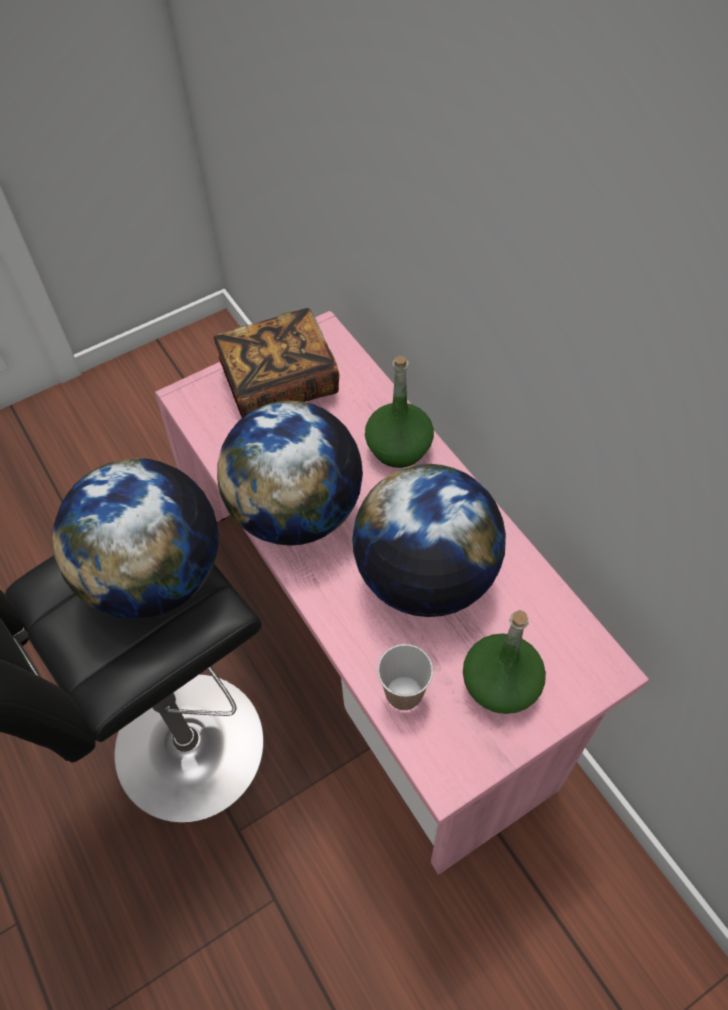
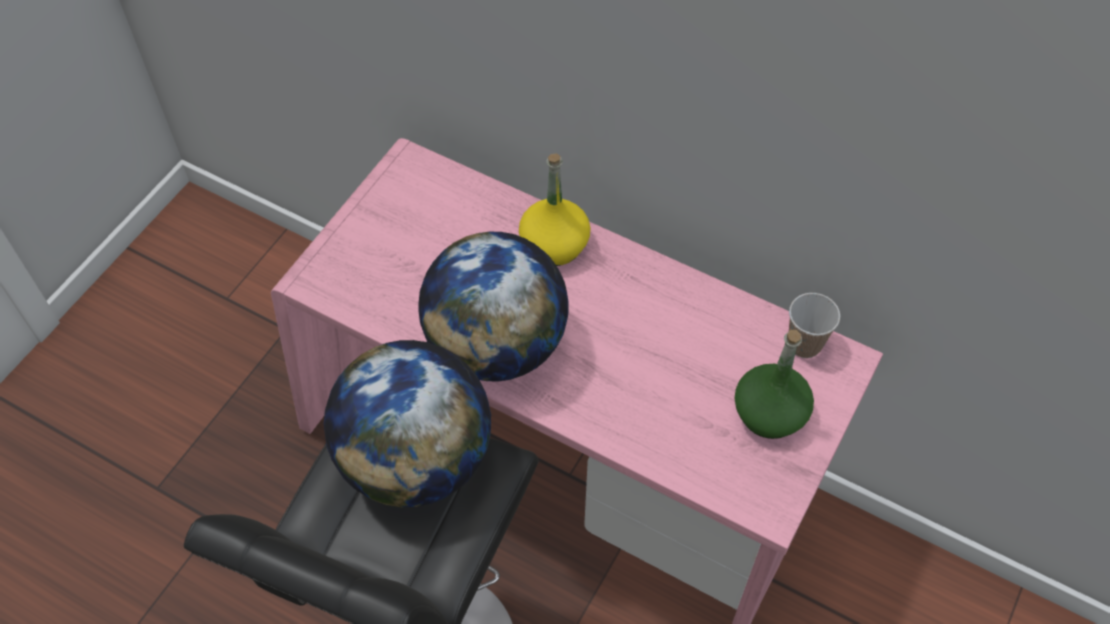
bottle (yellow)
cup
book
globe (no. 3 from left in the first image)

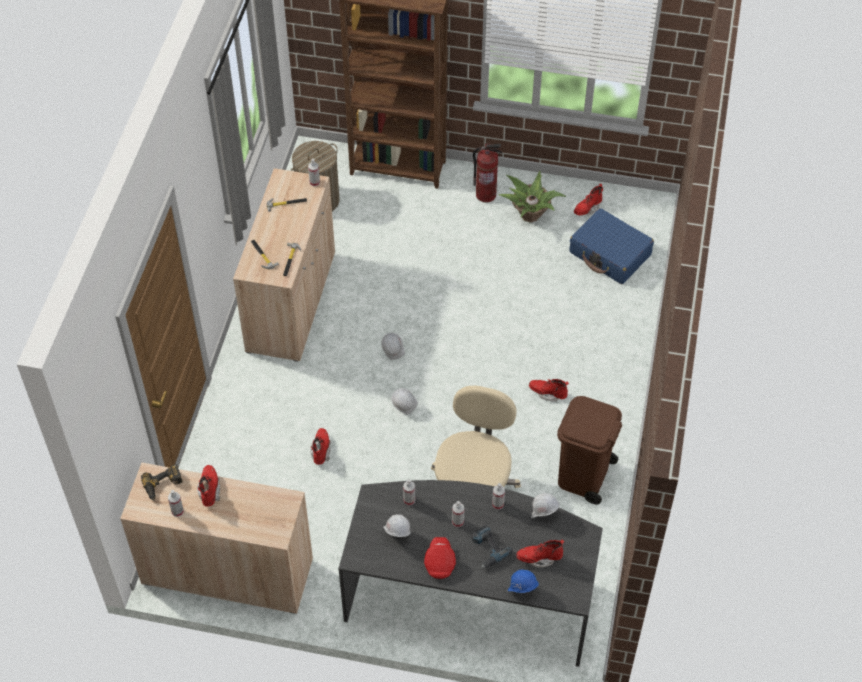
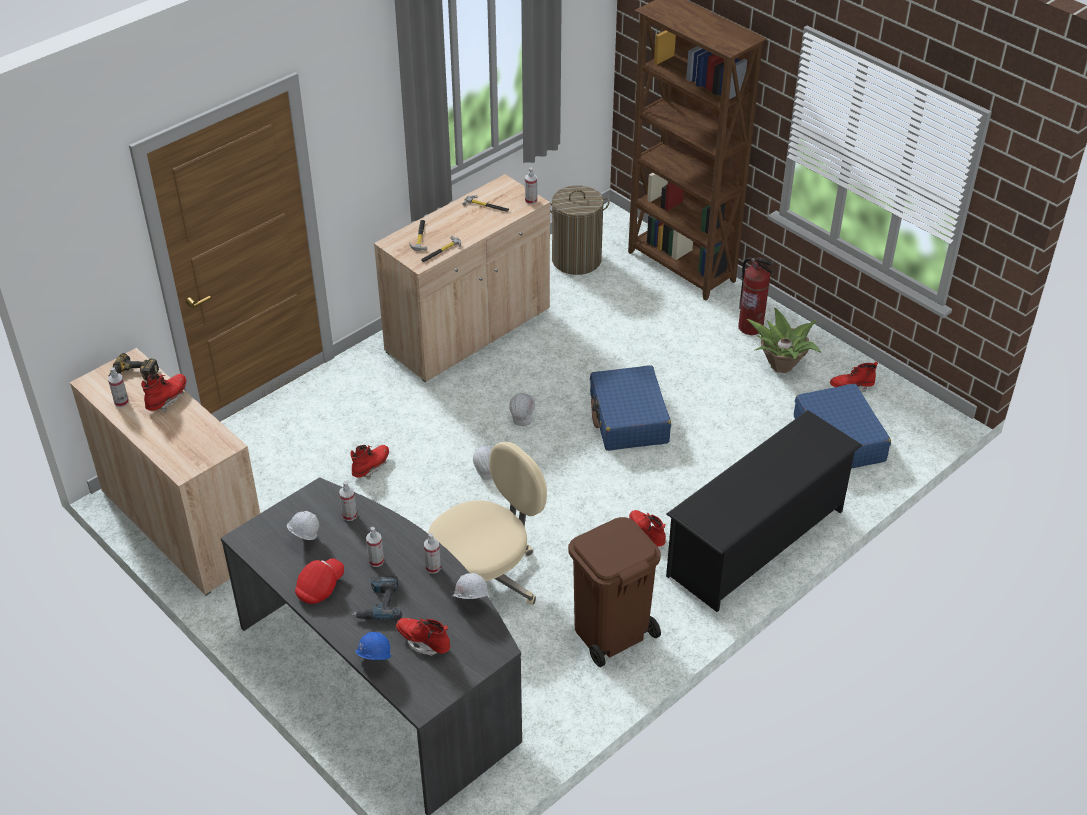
suitcase (blue) (no. 1 from left)
shoe rack (black)

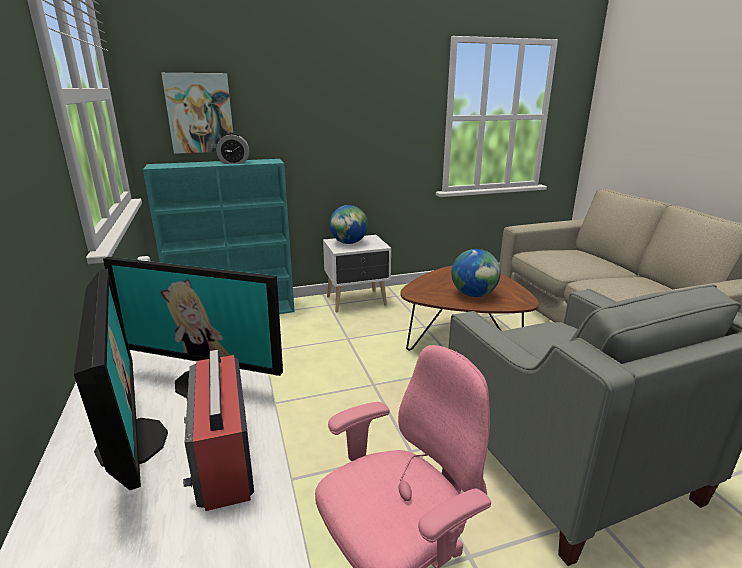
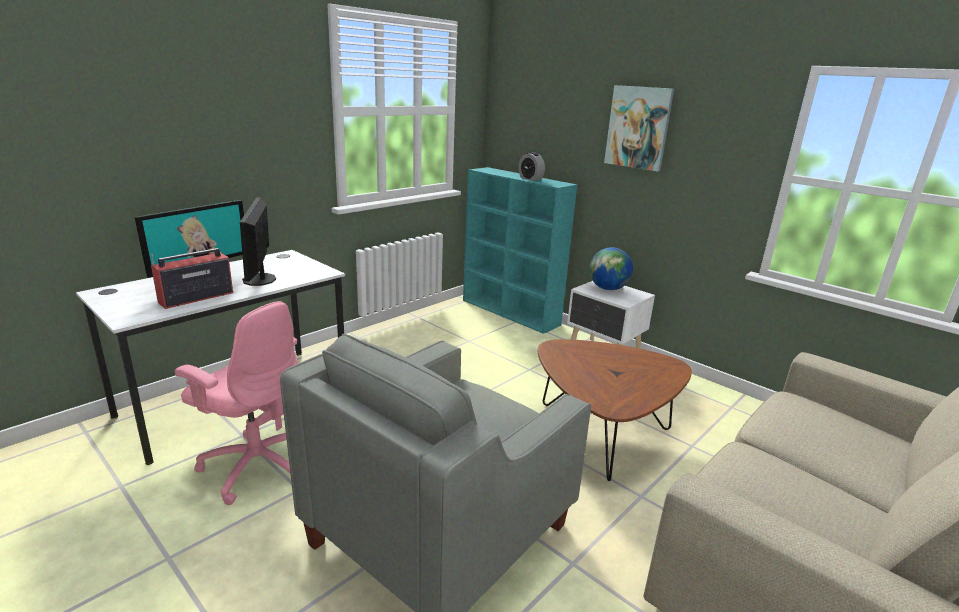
picture
globe (no. 2 from left in the first image)

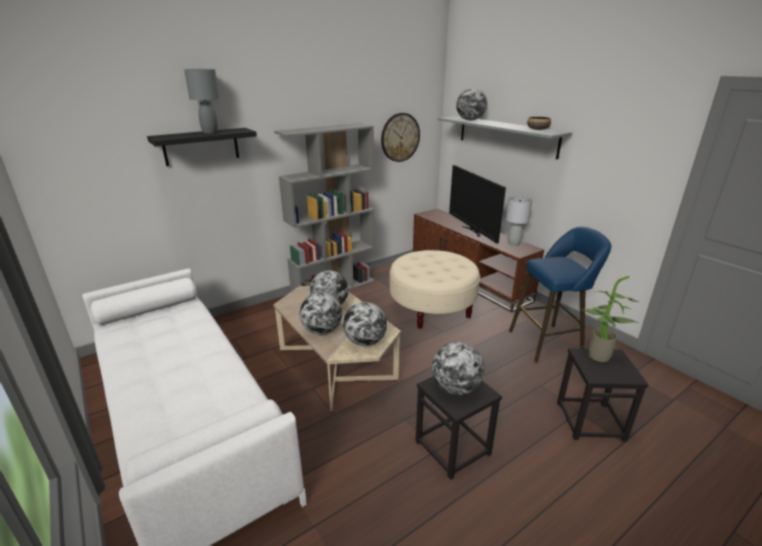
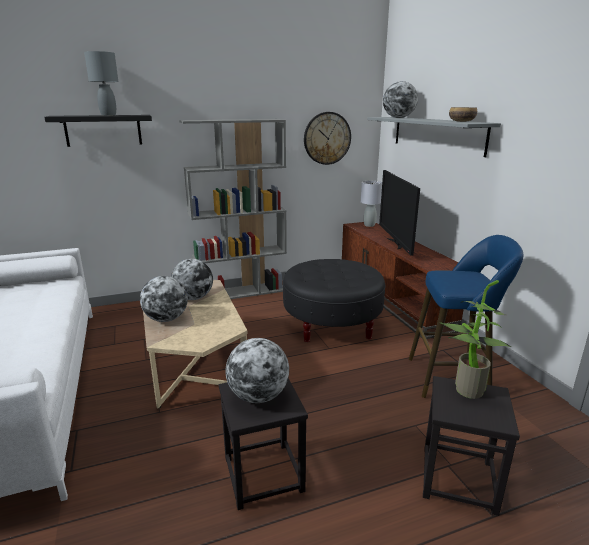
ottoman (black)
table lamp (grey) (no. 2 from left)
globe (no. 3 from left in the first image)

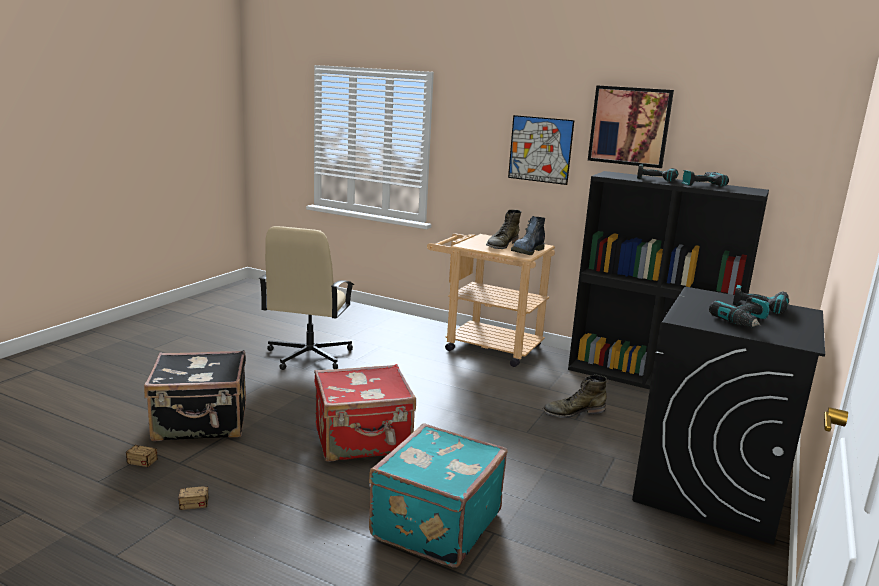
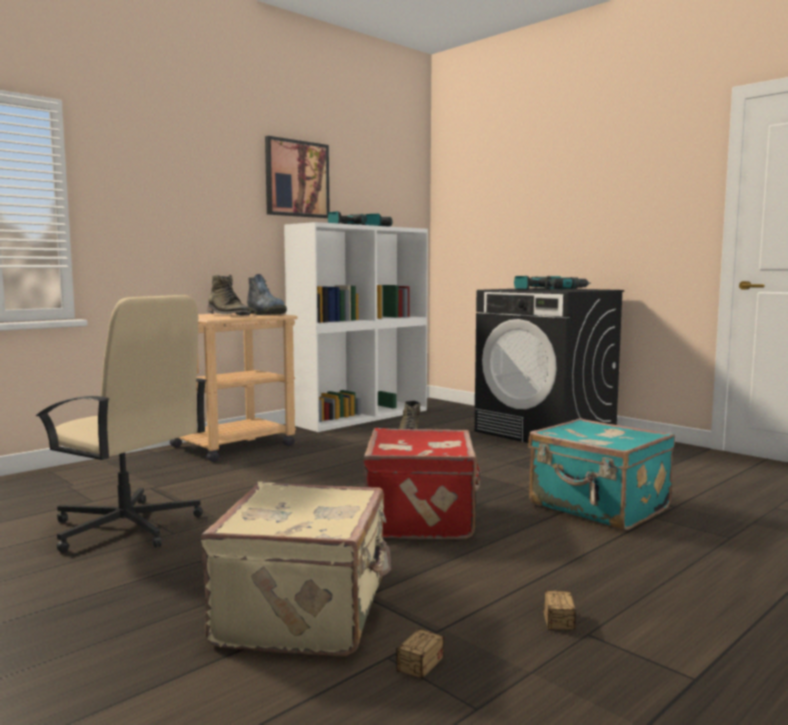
suitcase (beige)
bookcase (white)
picture (no. 1 from left in the first image)

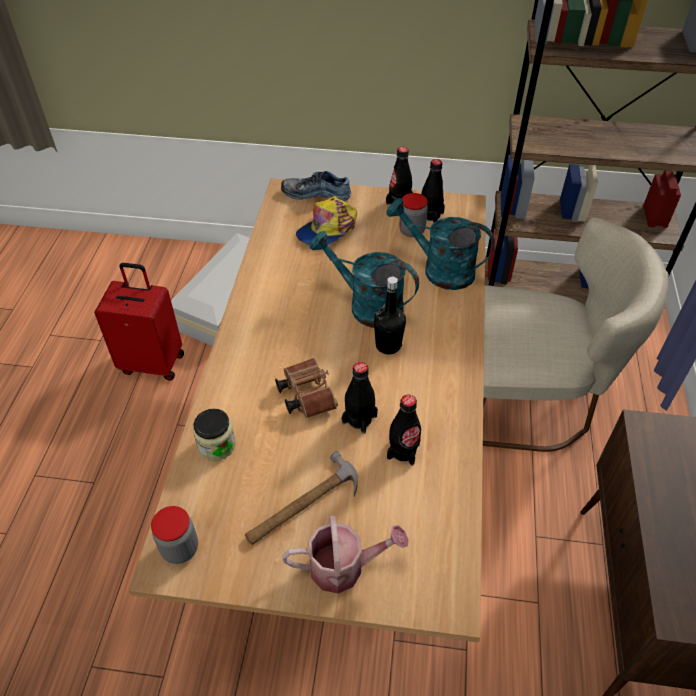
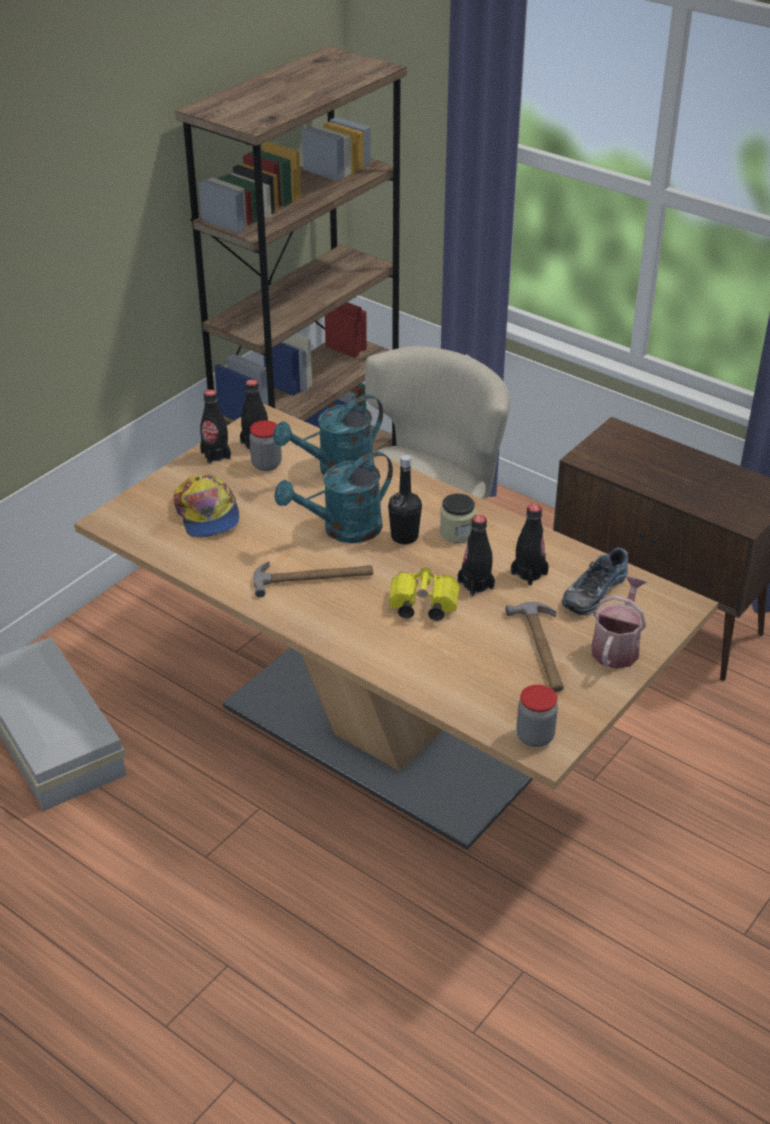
hammer (no. 1 from left)
binoculars (yellow)
jar (no. 2 from left)
shoe
suitcase (red)

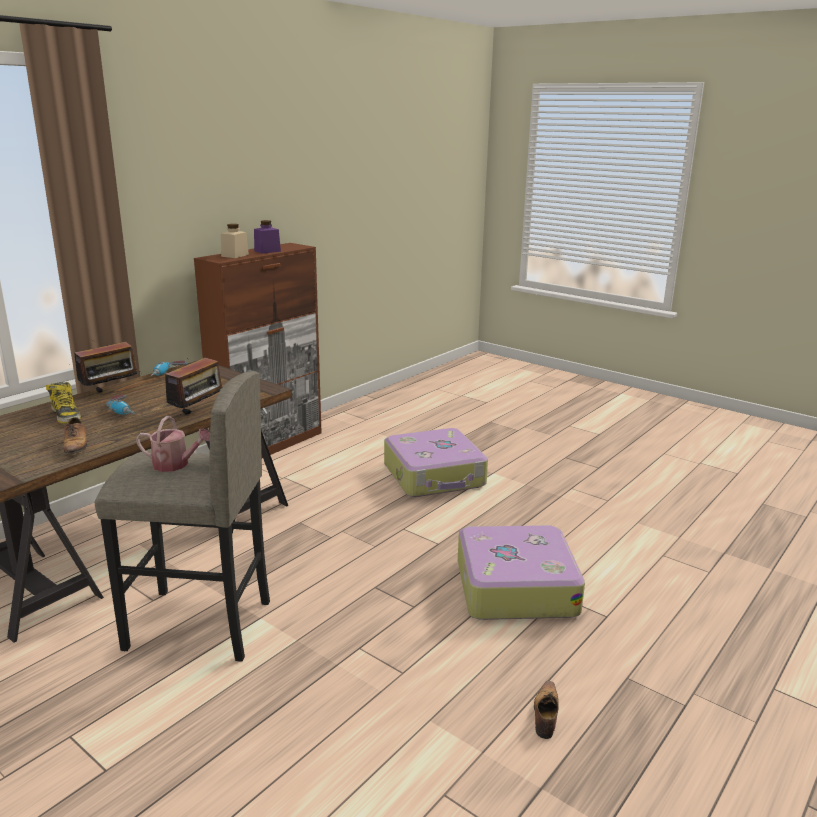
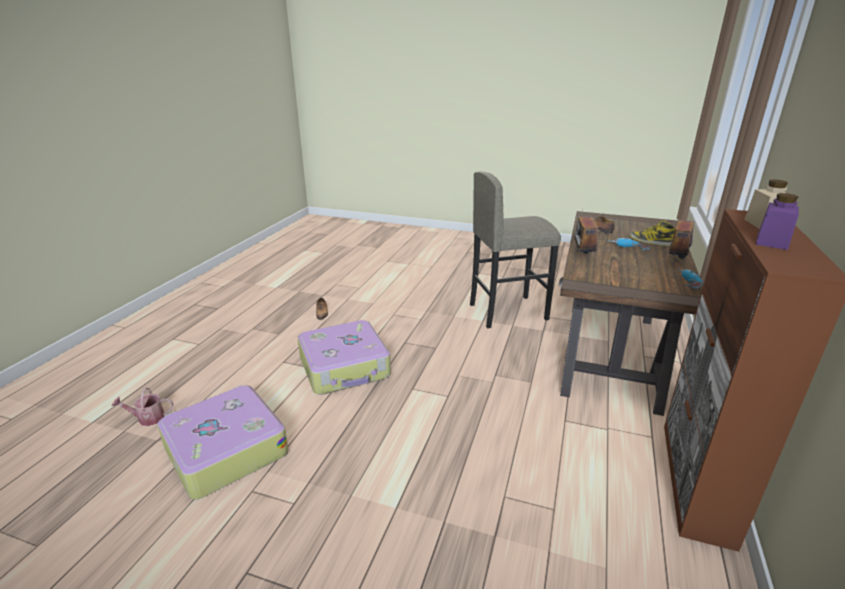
watering can
suitcase (no. 1 from left)

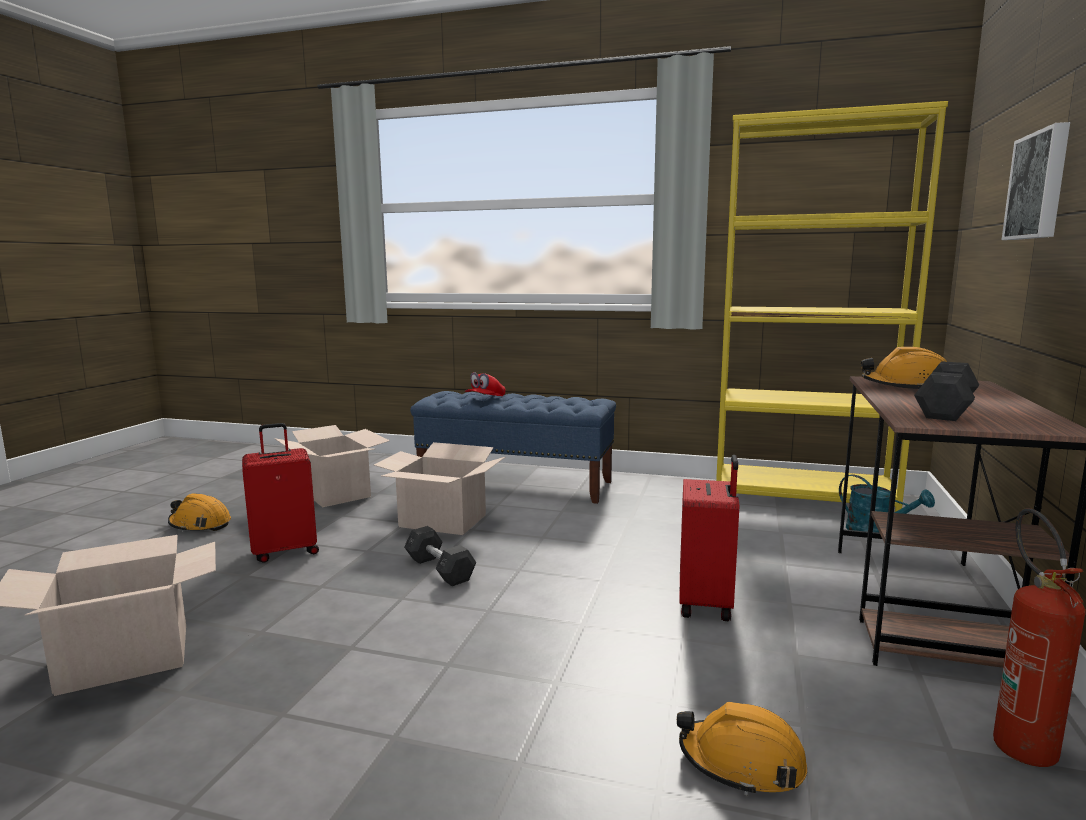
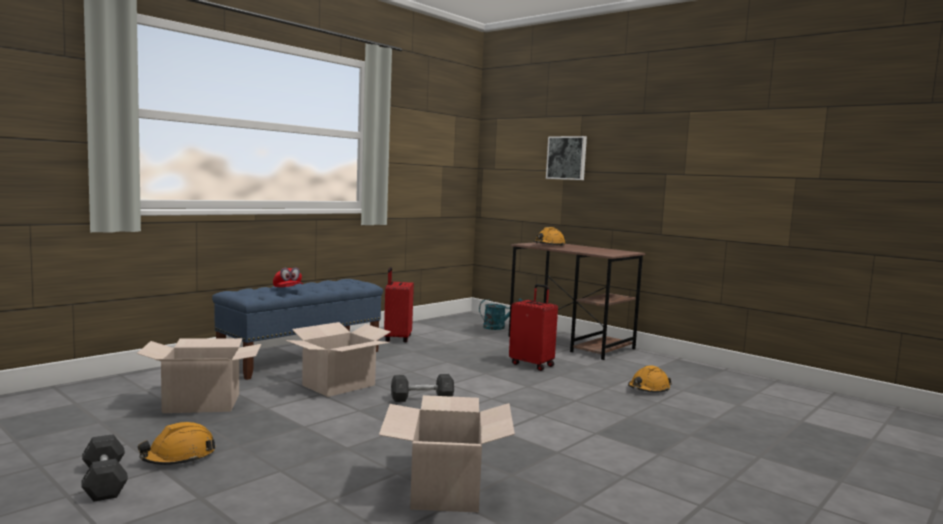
dumbbell (grey) (no. 1 from left)
suitcase (red) (no. 1 from left)
bookcase (yellow)
fire extinguisher

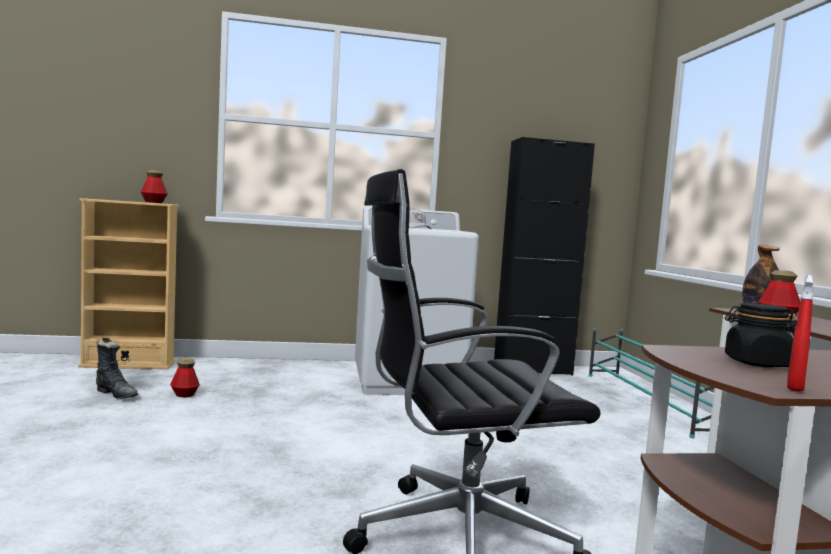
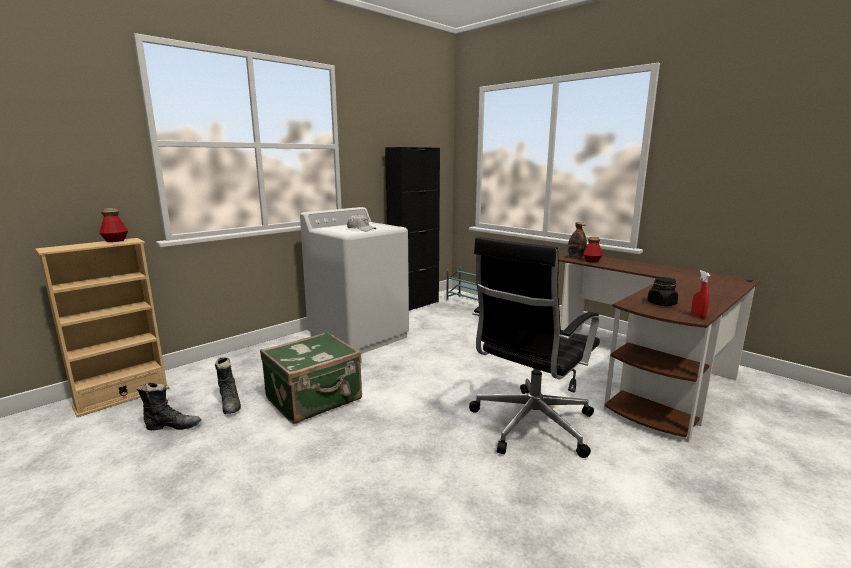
boot (black) (no. 2 from left)
suitcase (green)

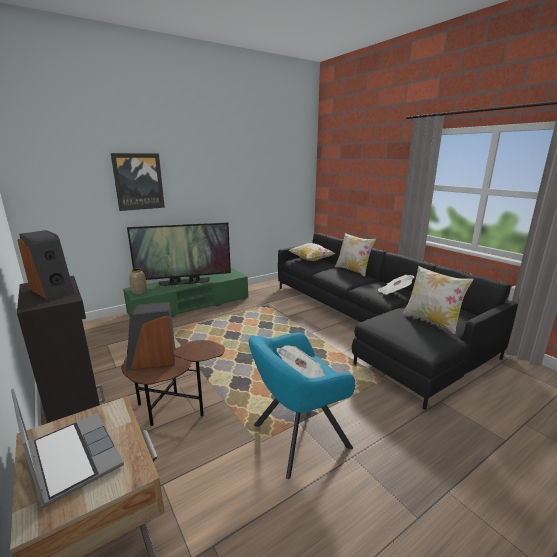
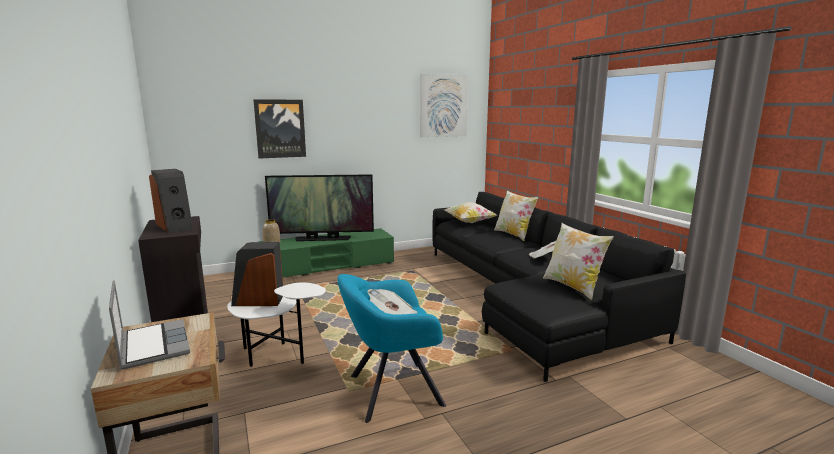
side table (white)
picture (no. 2 from left)

